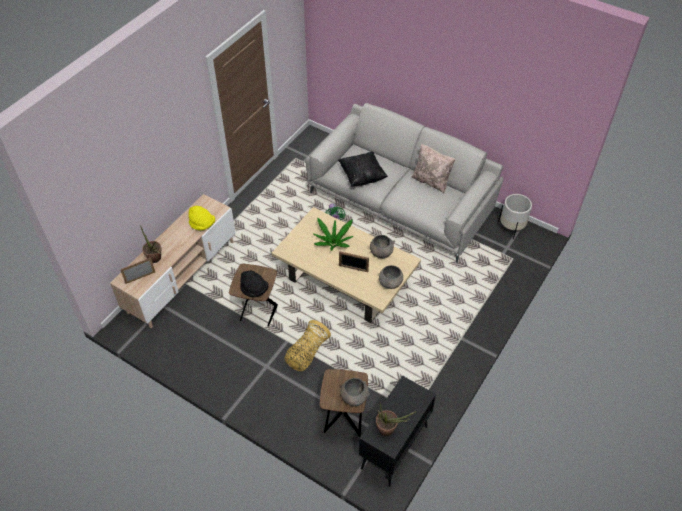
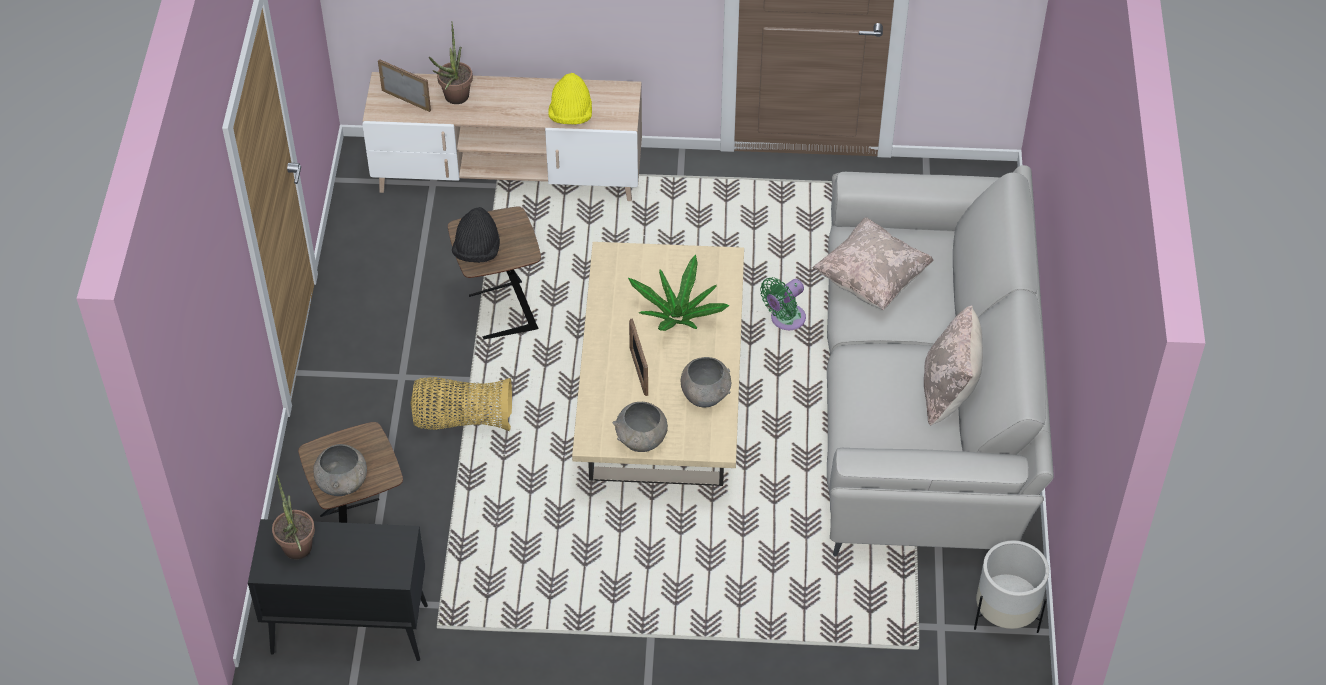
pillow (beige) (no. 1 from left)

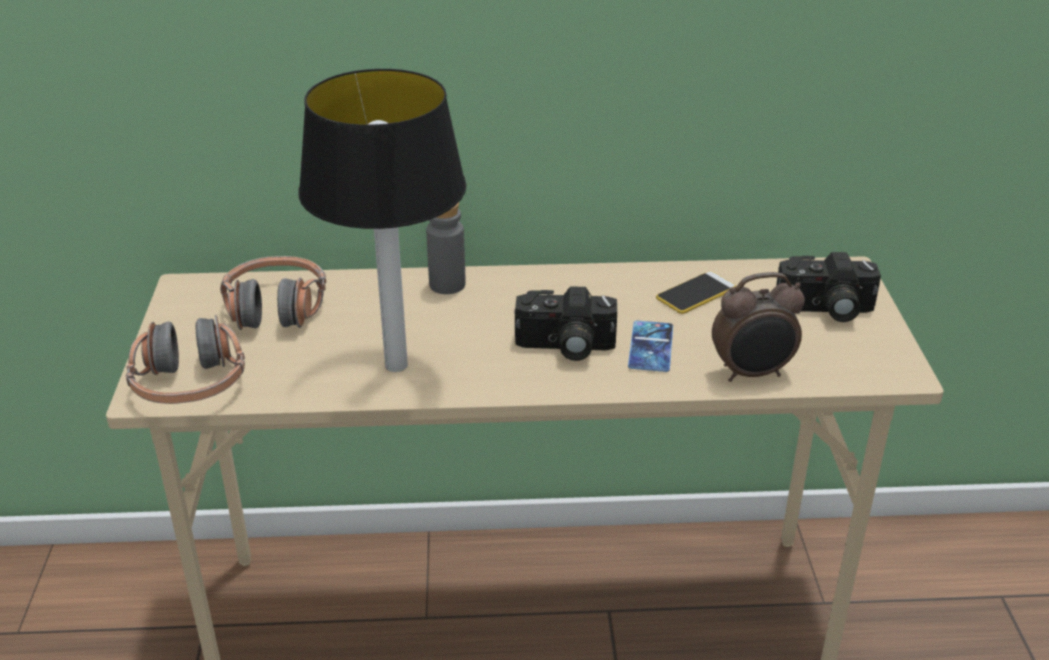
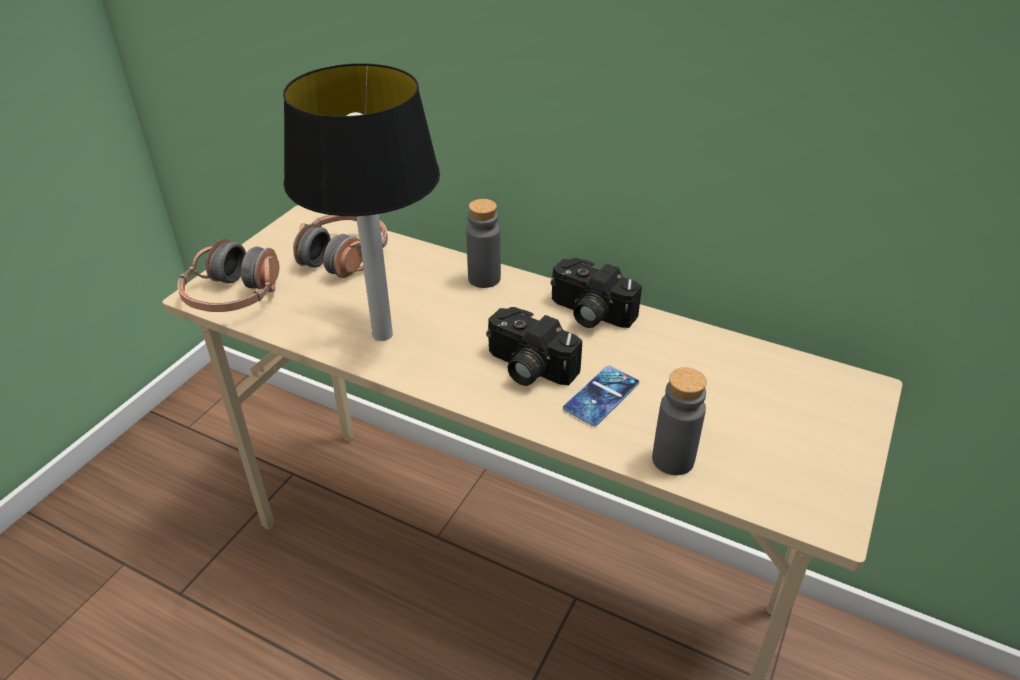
photo camera (no. 2 from left)
bottle (grey) (no. 2 from left)
phone (no. 2 from left in the first image)

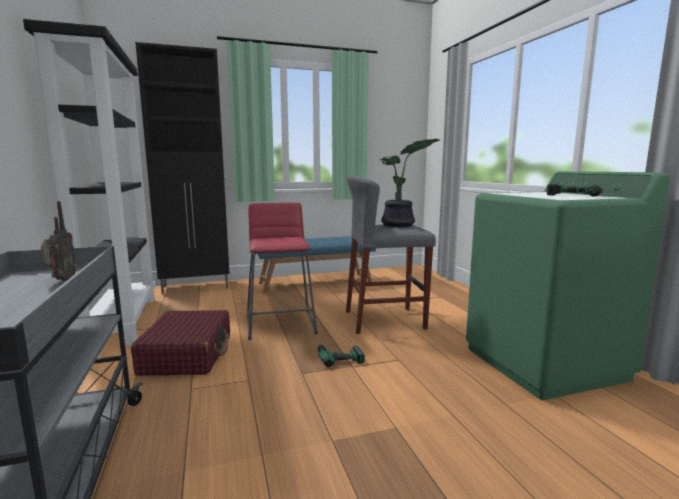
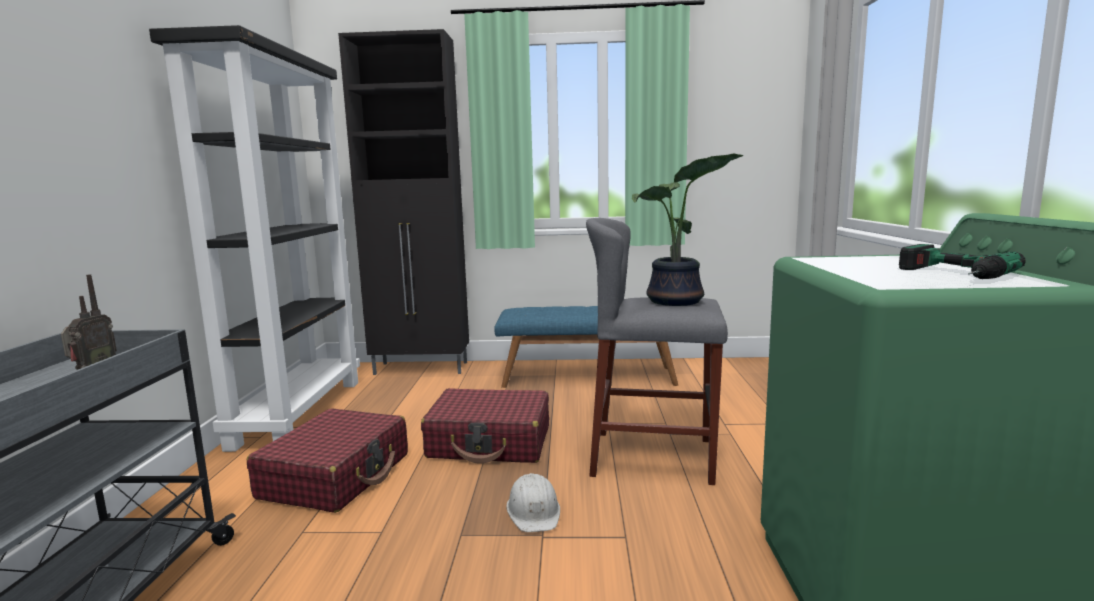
suitcase (red) (no. 2 from left)
hard hat (white)

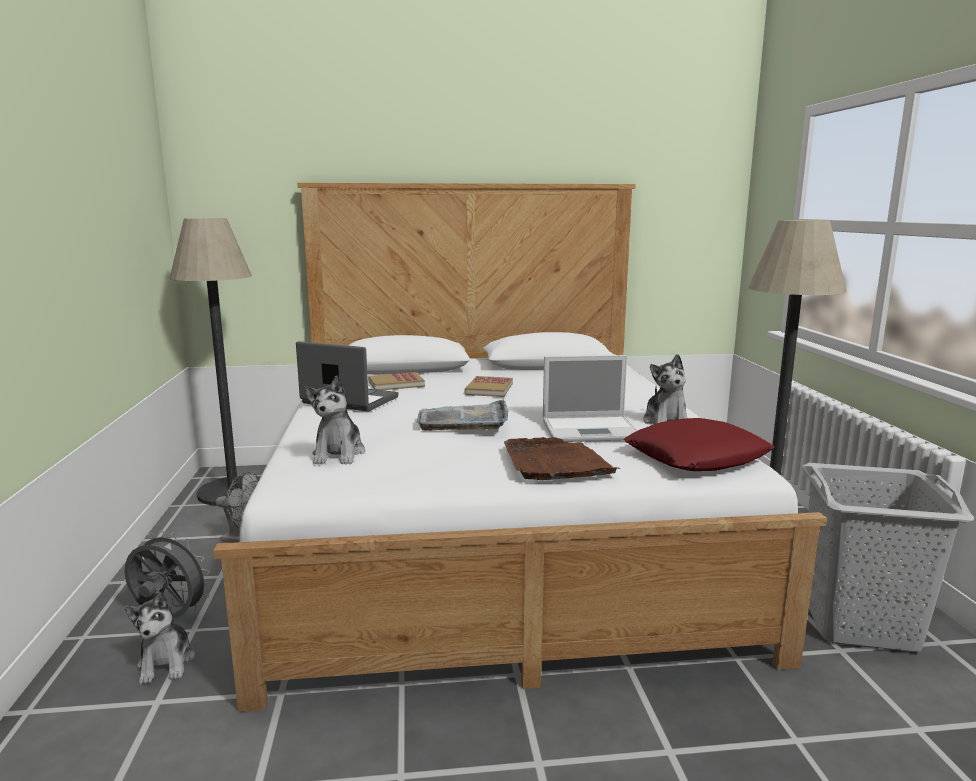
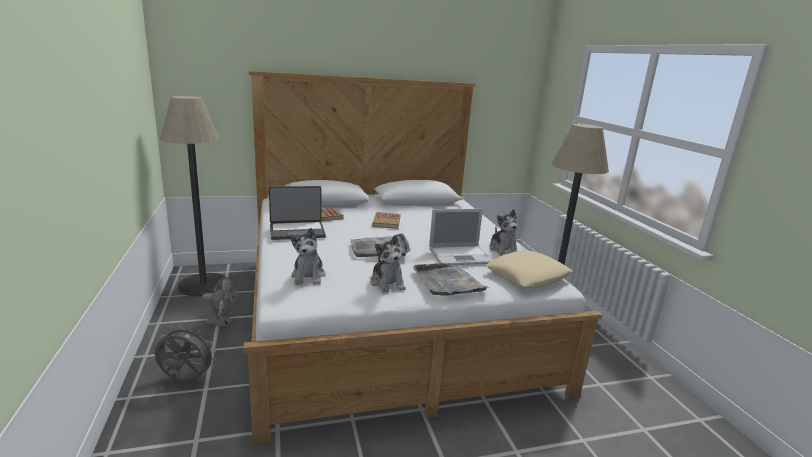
laptop (no. 1 from left)
plush toy (no. 2 from left)
tray (grey) (no. 2 from left)
pillow (beige)
laundry basket (grey)

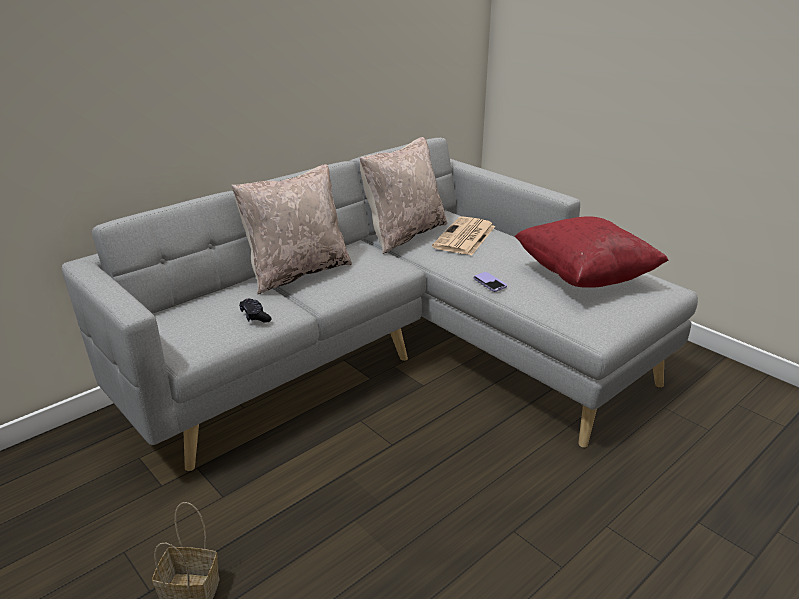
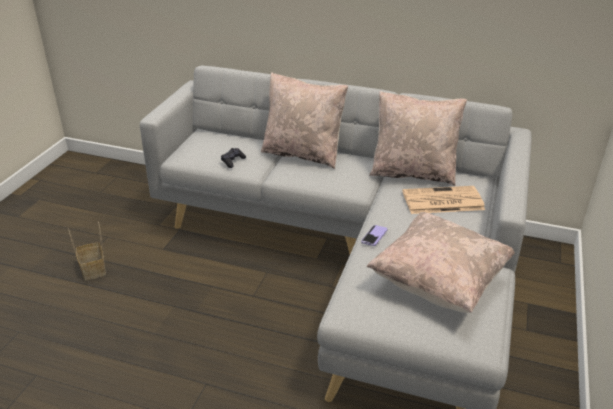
pillow (beige) (no. 3 from left)

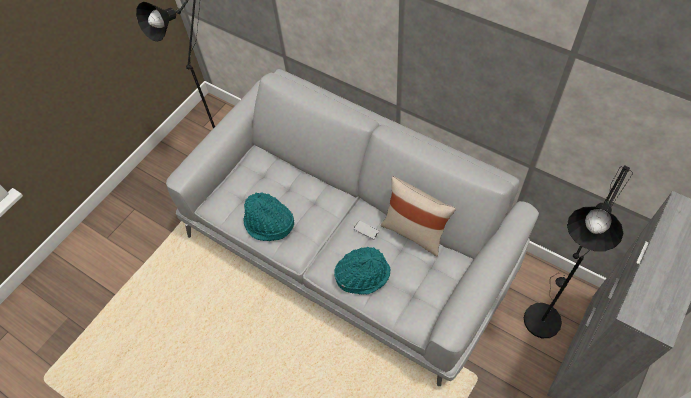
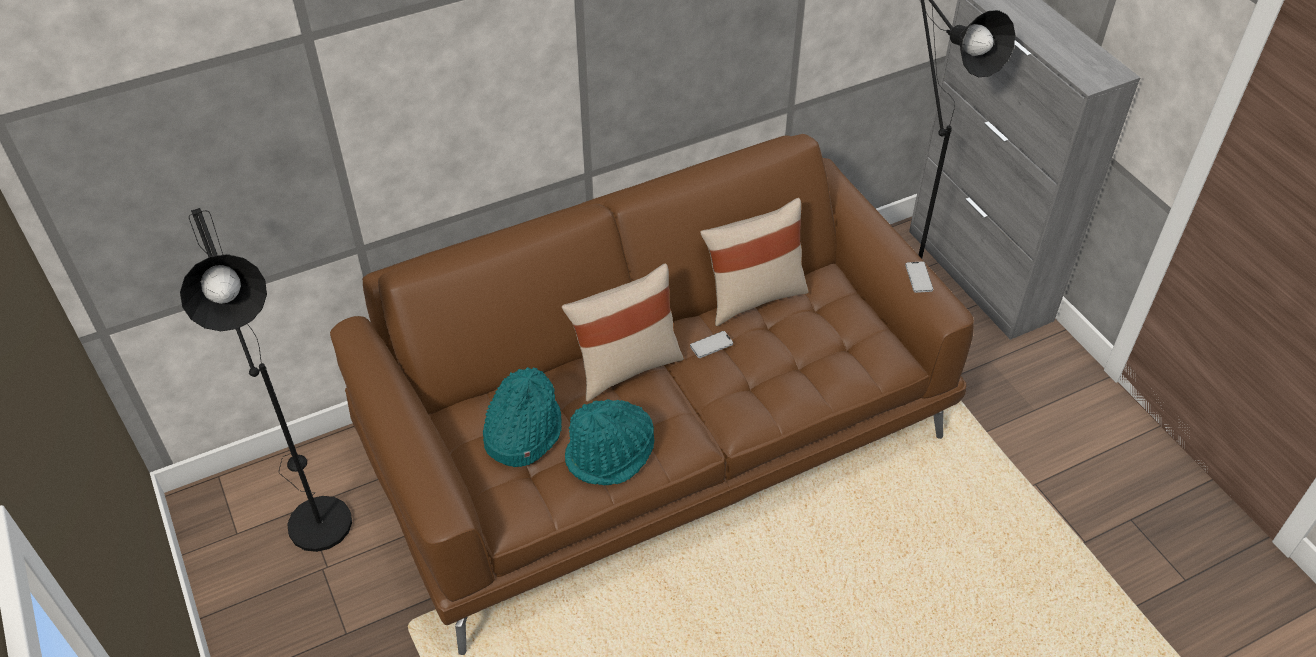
sofa (brown)
hat (turquoise) (no. 1 from left)
pillow (beige) (no. 1 from left)
phone (no. 2 from left)

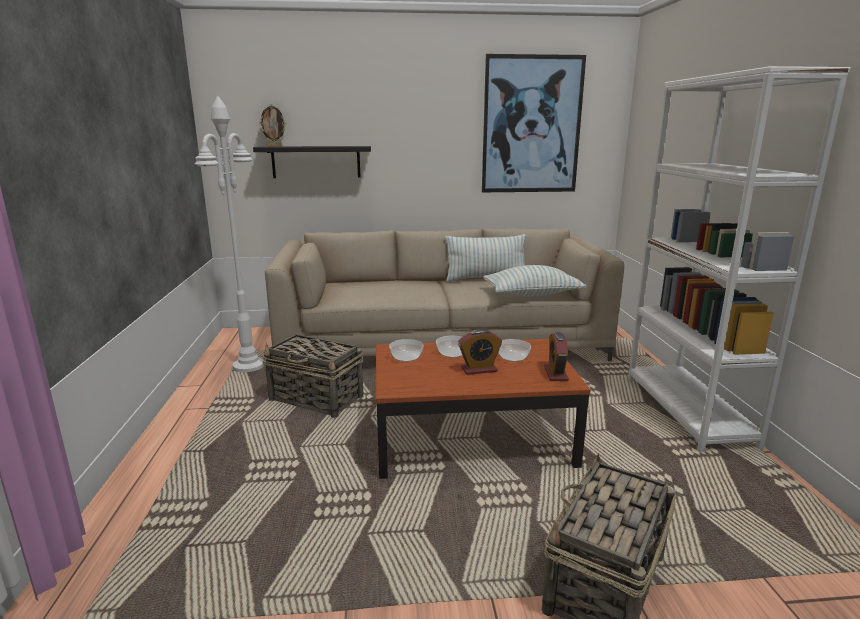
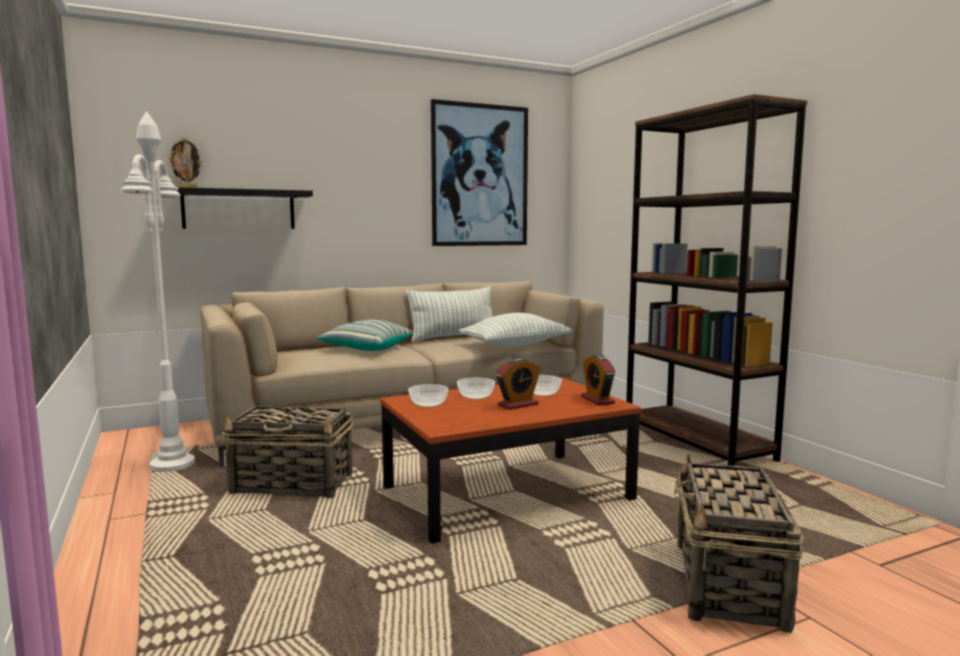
pillow (no. 1 from left)
bookcase (brown)

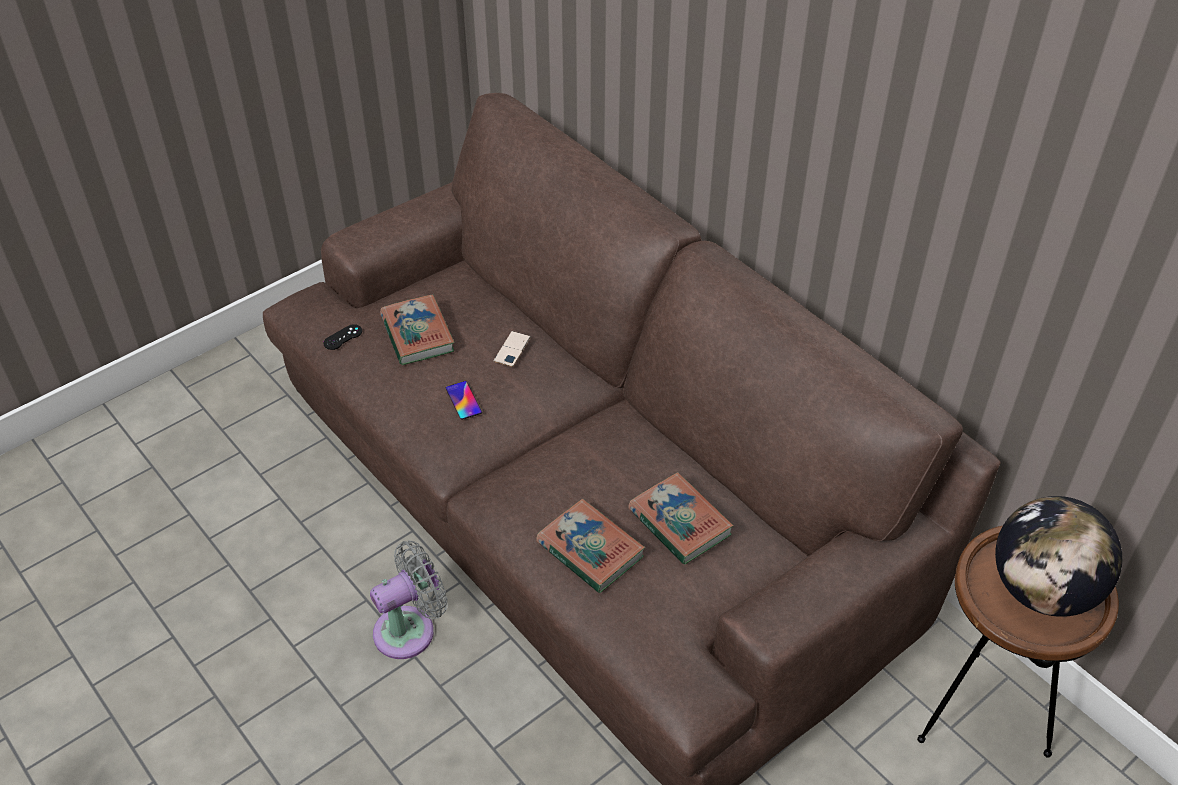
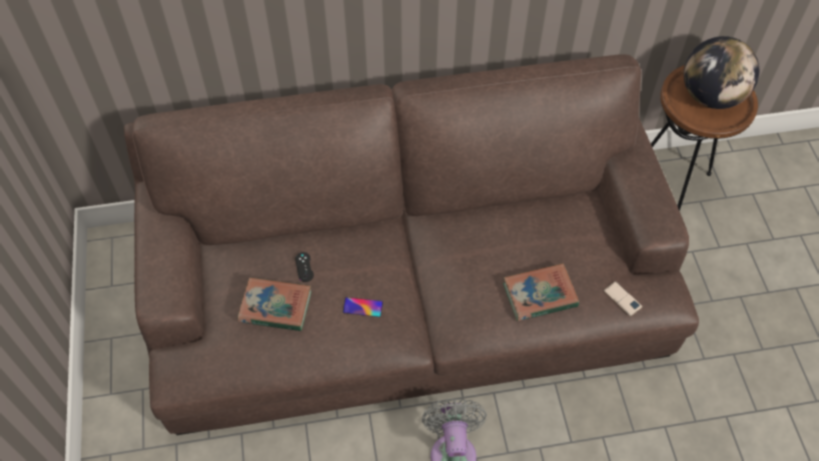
game controller (black)
phone (no. 2 from left)
book (no. 3 from left in the first image)

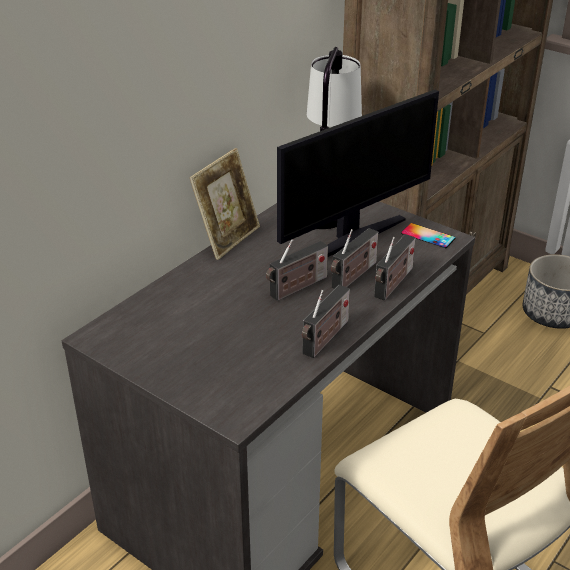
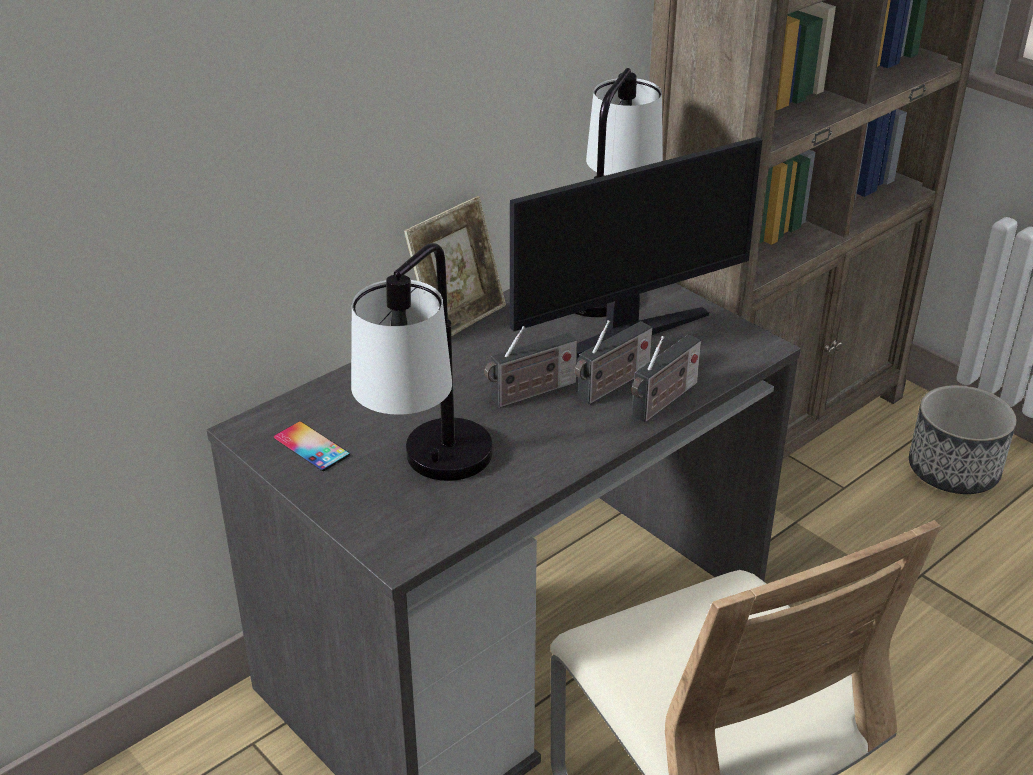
phone
table lamp (no. 1 from left)
radio (no. 2 from left in the first image)

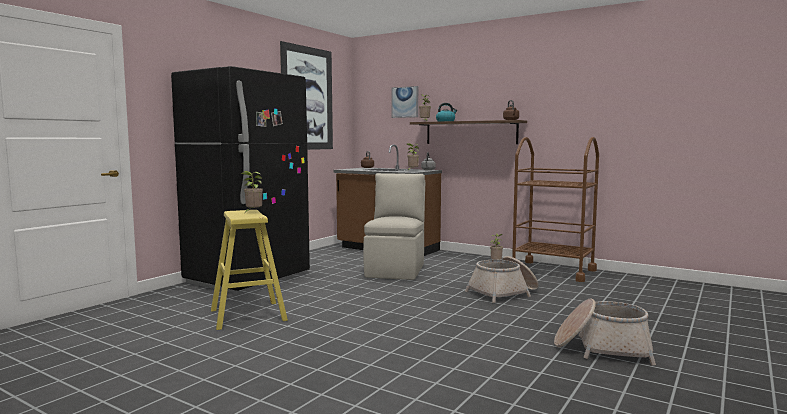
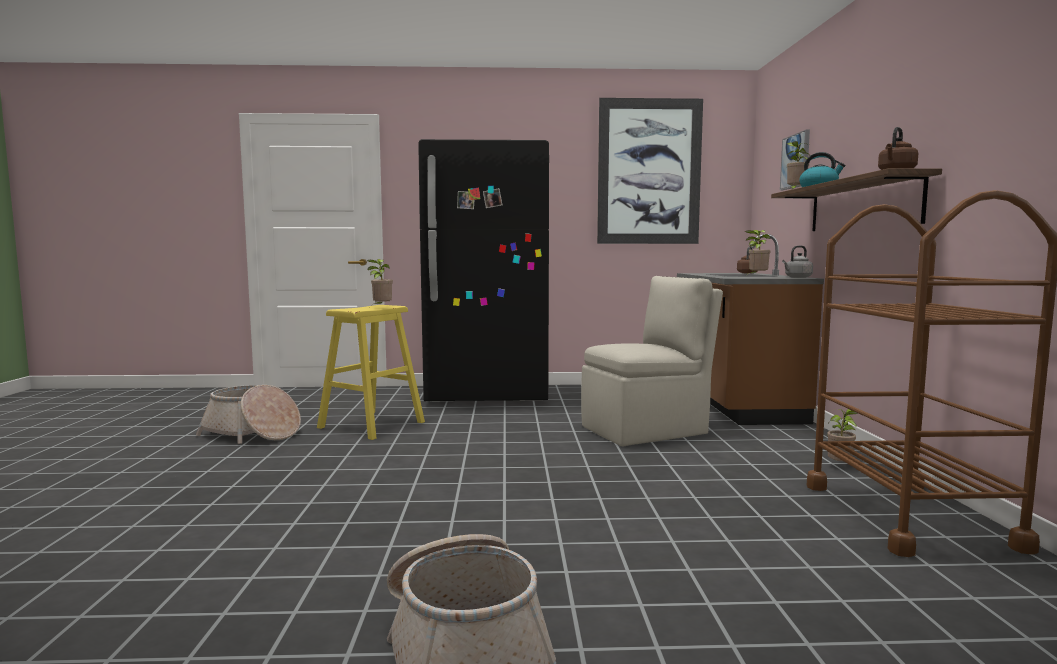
basket (no. 1 from left)

